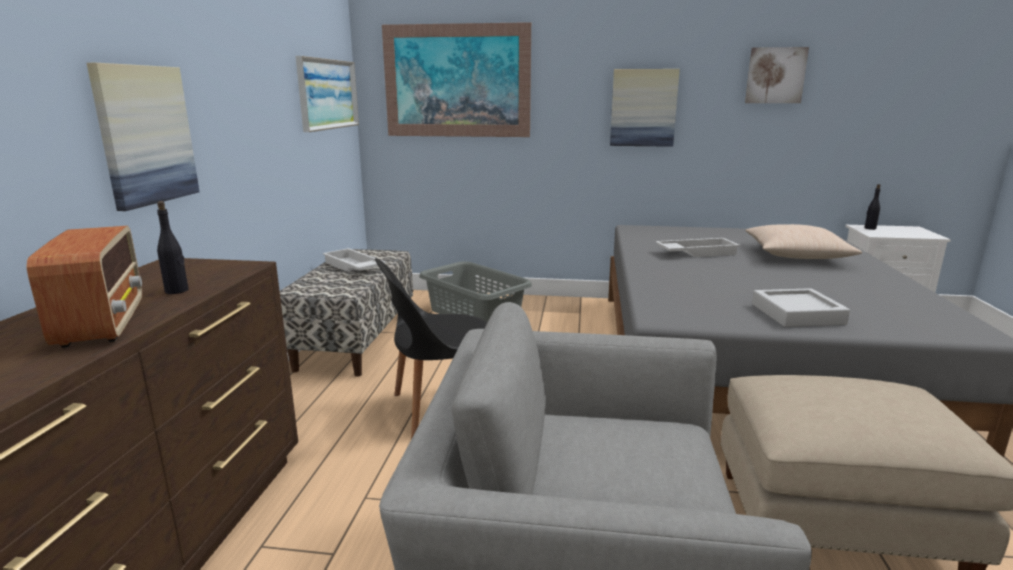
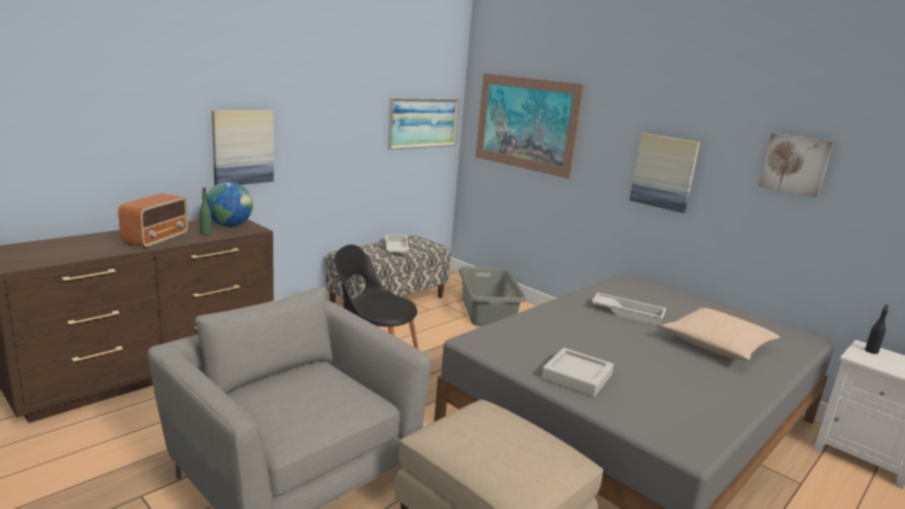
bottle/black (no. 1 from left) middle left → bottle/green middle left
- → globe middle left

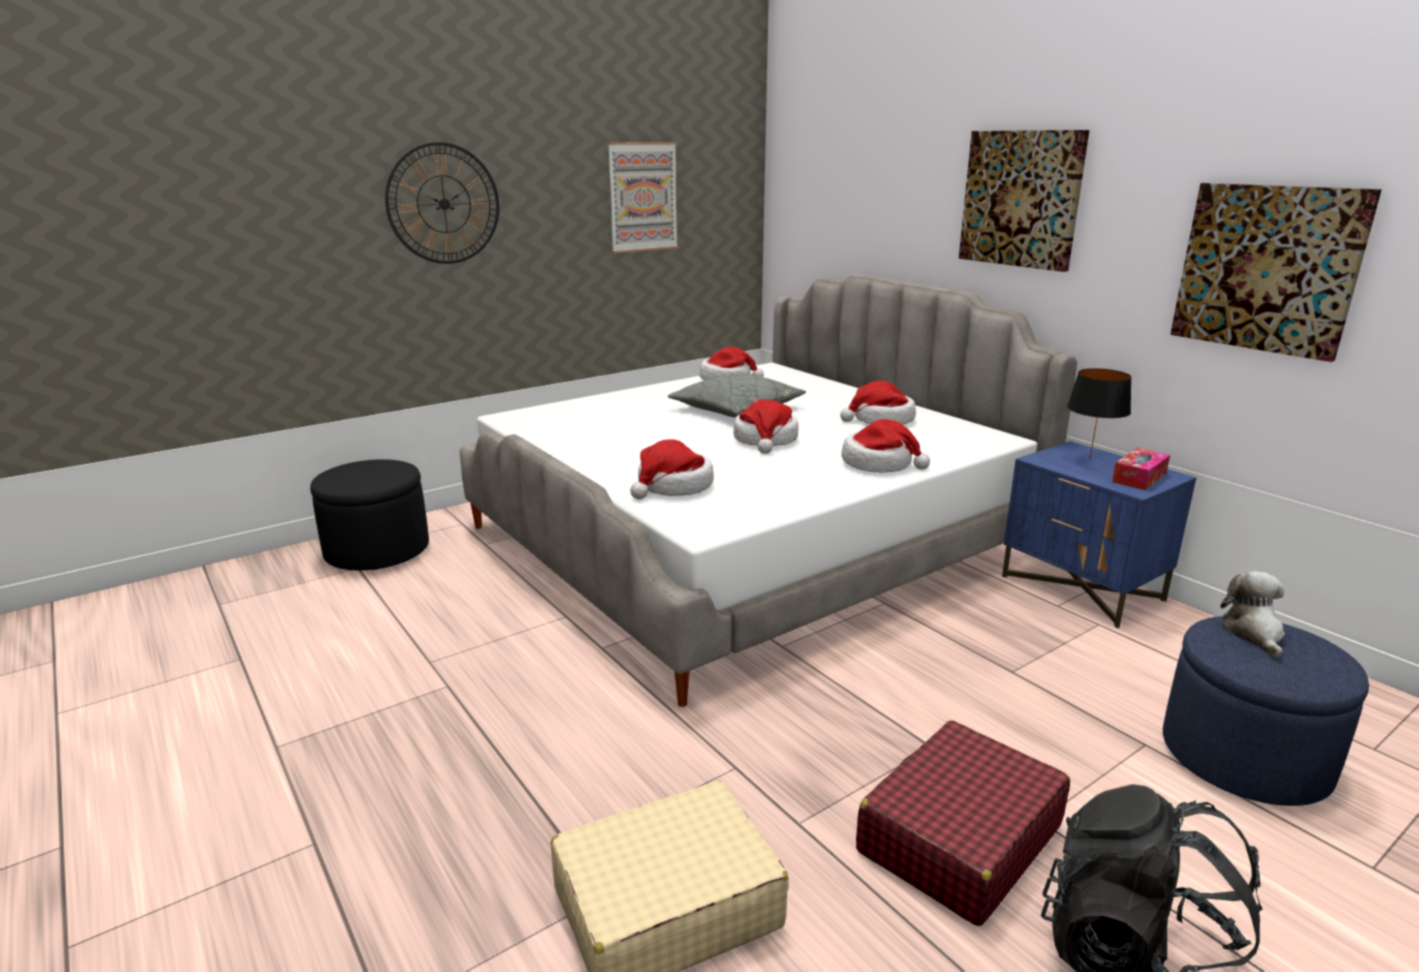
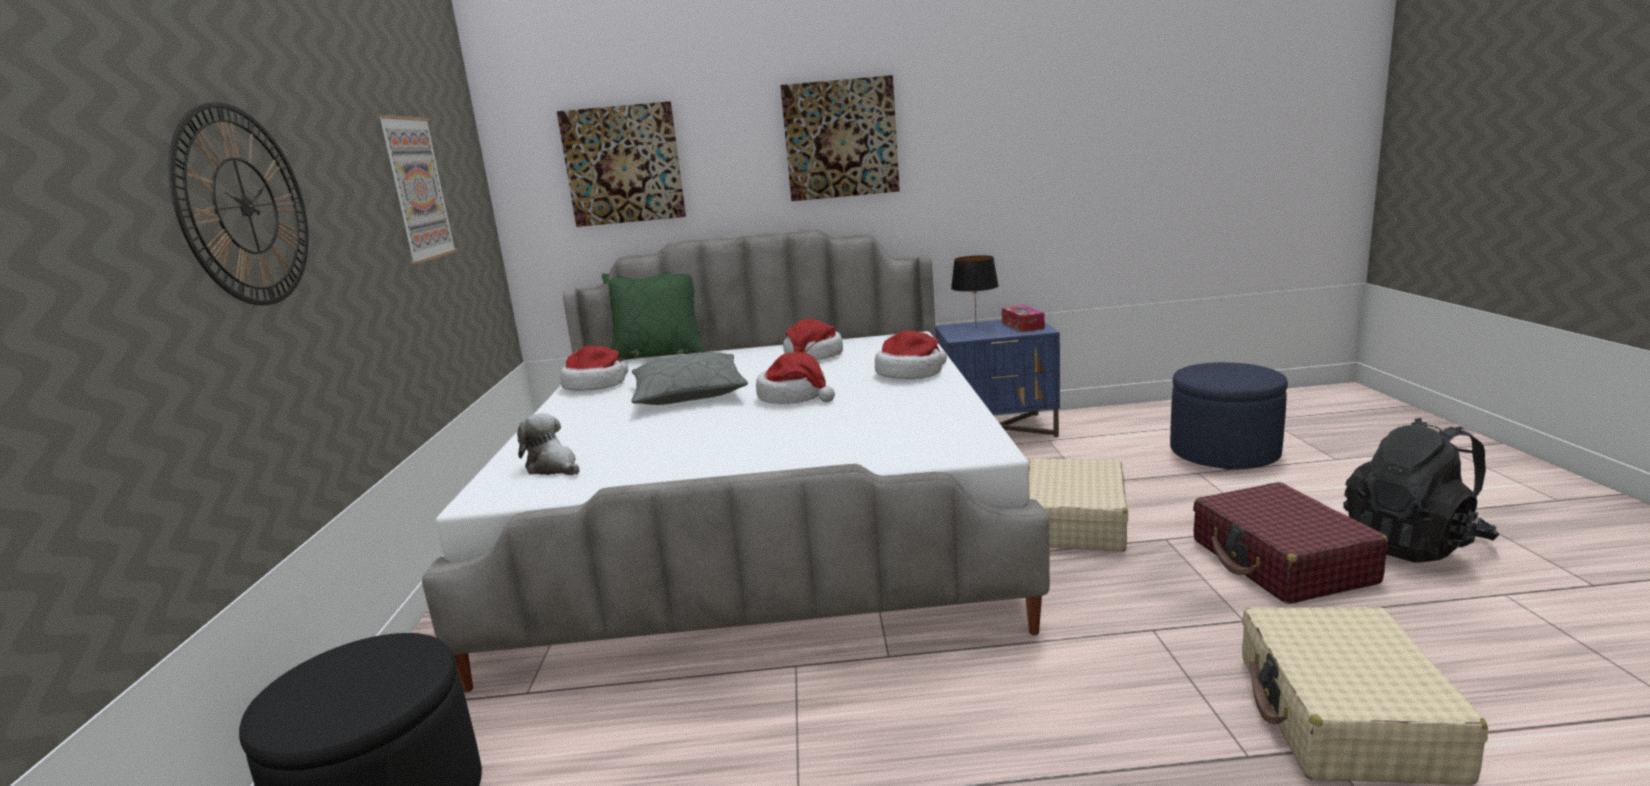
plush toy middle right → plush toy middle left, shifted
picture (no. 3 from left in the first image) top right → picture (no. 2 from left) top centre, shifted
- → pillow/green centre
- → suitcase/beige (no. 1 from left) centre
hat (no. 1 from left) centre → -

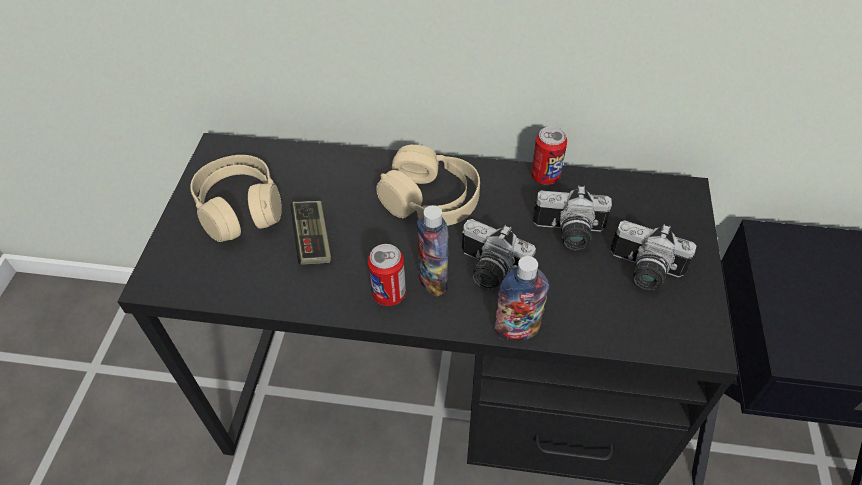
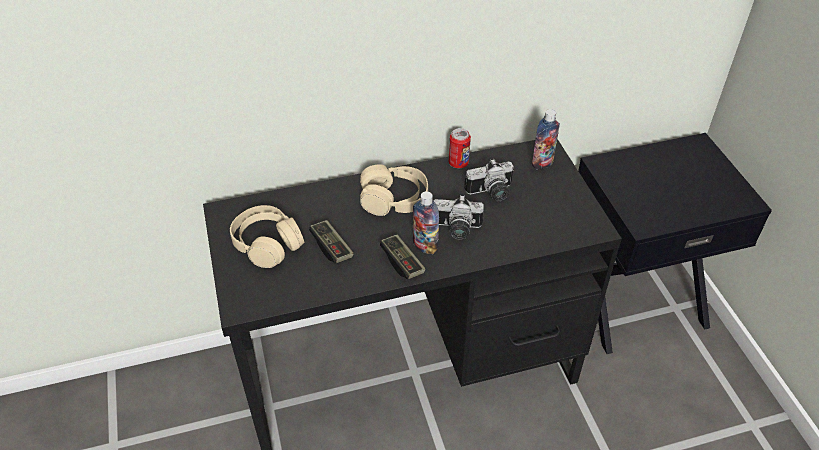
can (no. 1 from left) centre → game controller (no. 2 from left) centre
bottle (no. 2 from left) centre → bottle (no. 2 from left) top right, shifted
photo camera (no. 3 from left) middle right → -

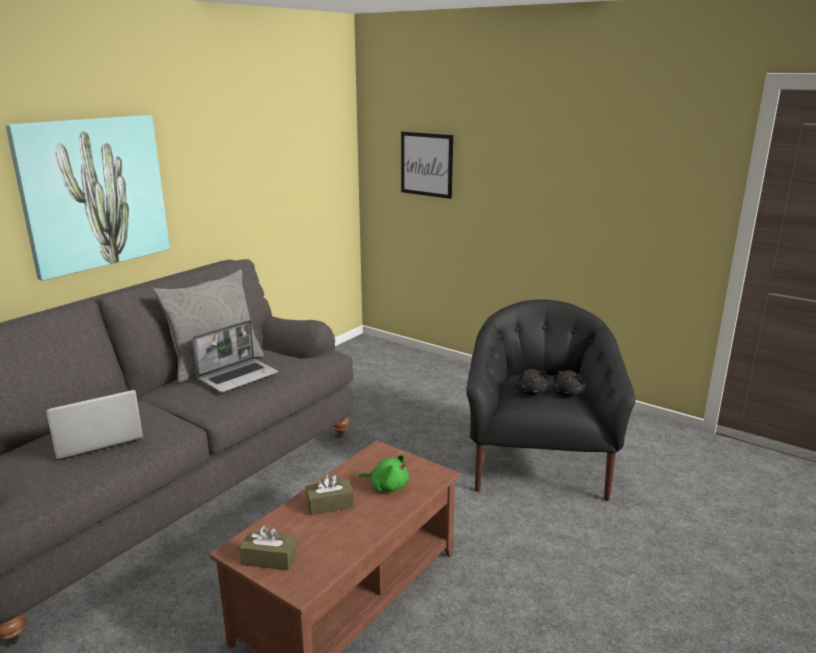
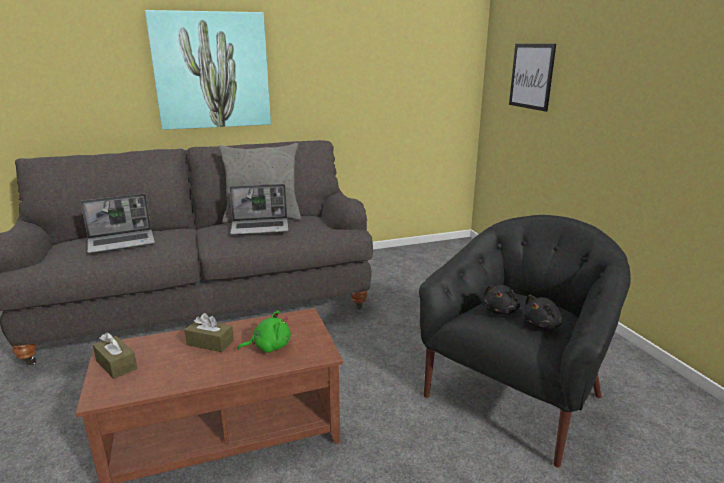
laptop (no. 1 from left) middle left, 150 degrees clockwise
plush toy/green bottom centre, 75 degrees counterclockwise

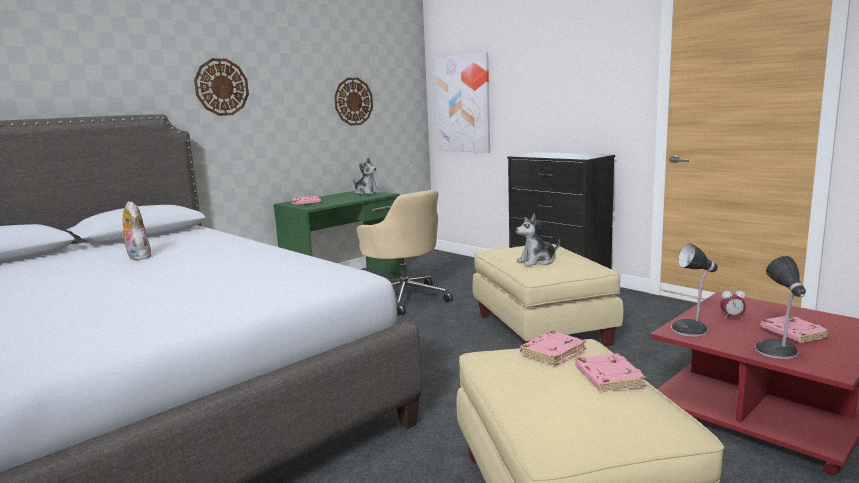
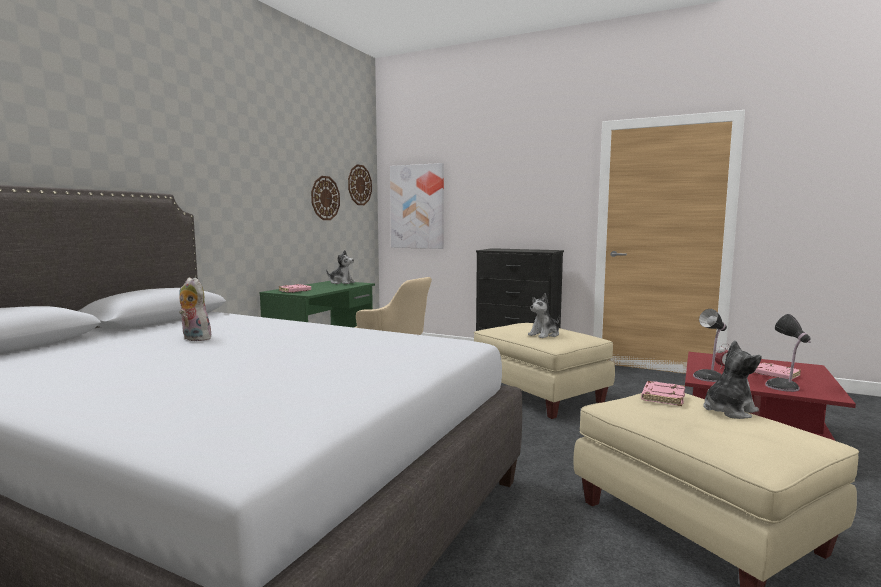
wall clock (no. 1 from left in the first image) top left → wall clock (no. 2 from left) top centre, shifted
book/pink (no. 3 from left) bottom right → plush toy (no. 4 from left) middle right

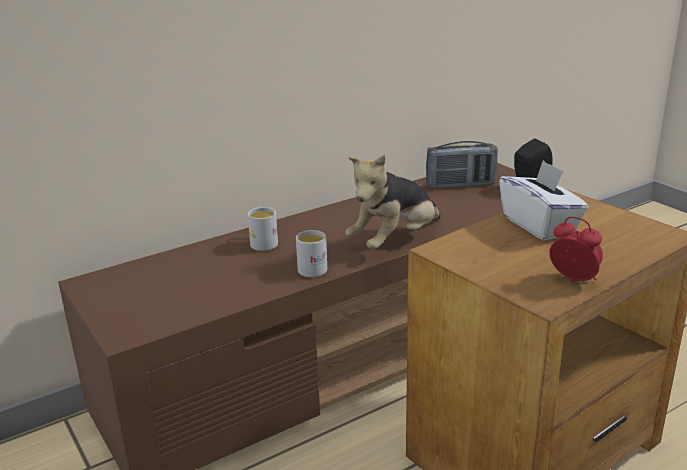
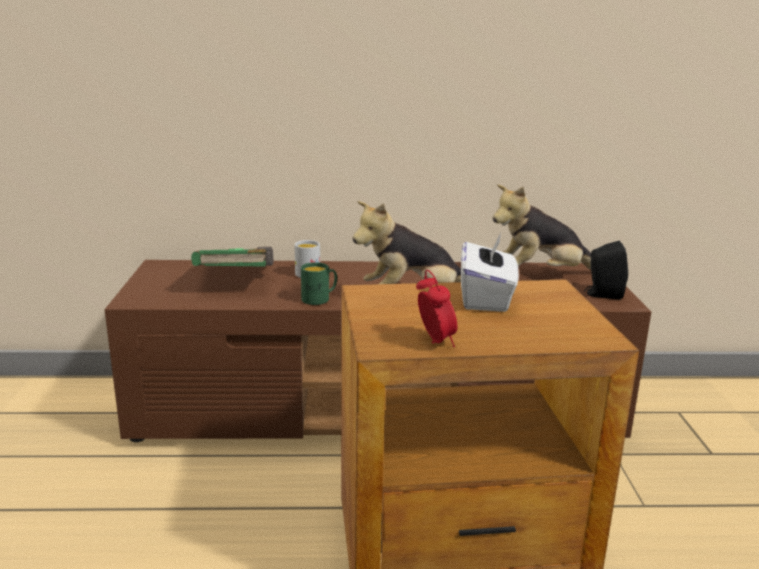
- → book/green middle left
mug/white (no. 2 from left) centre → mug/green centre
radio middle right → plush toy (no. 2 from left) middle right

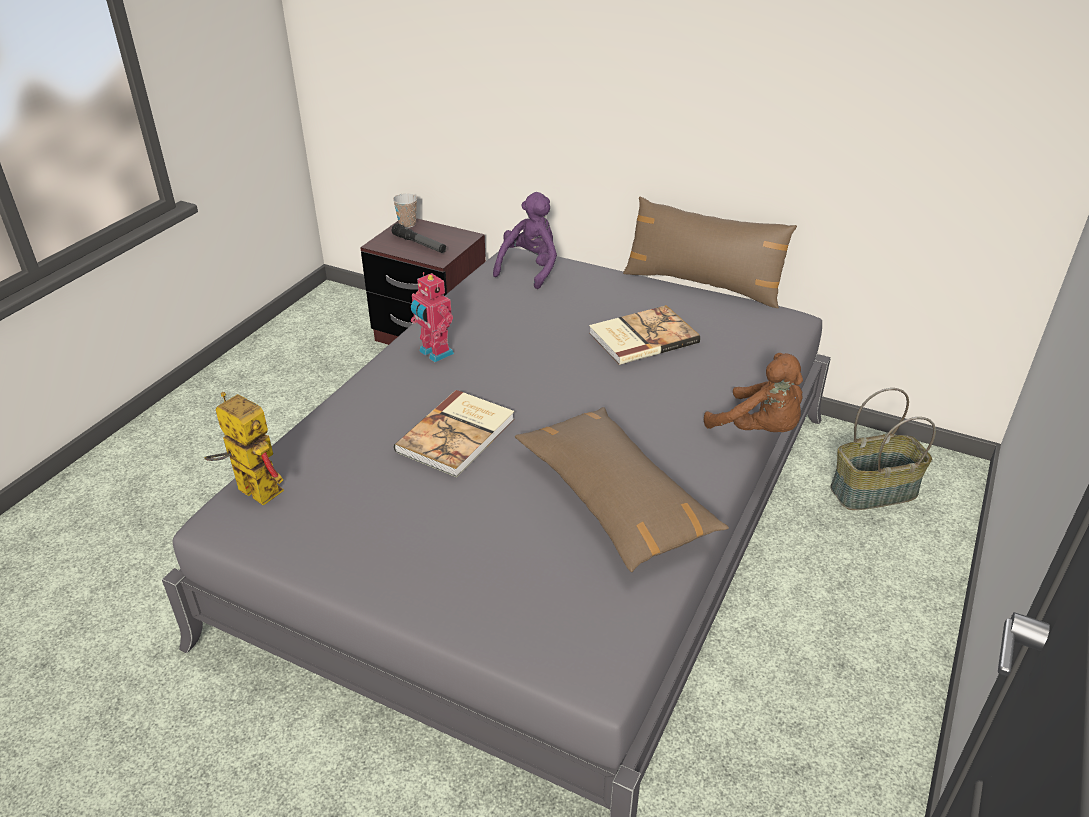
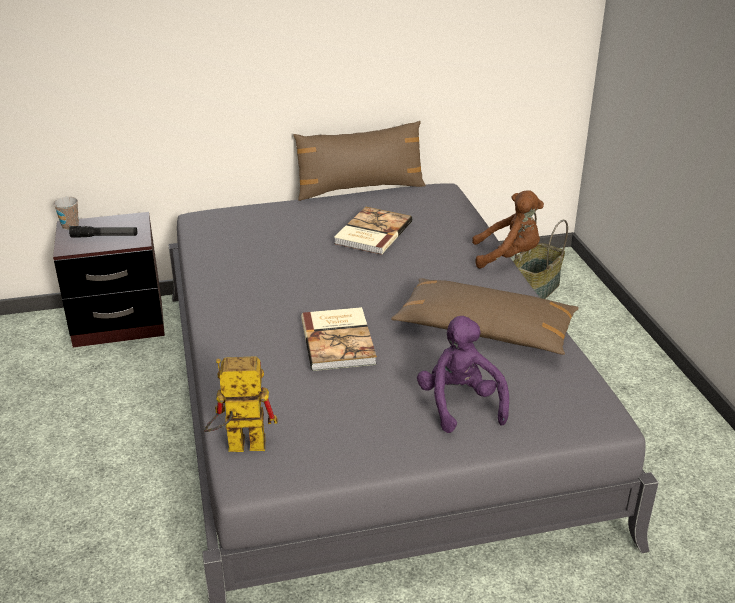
plush toy/purple top centre → plush toy/purple centre, shifted
toy robot (no. 2 from left) centre → -

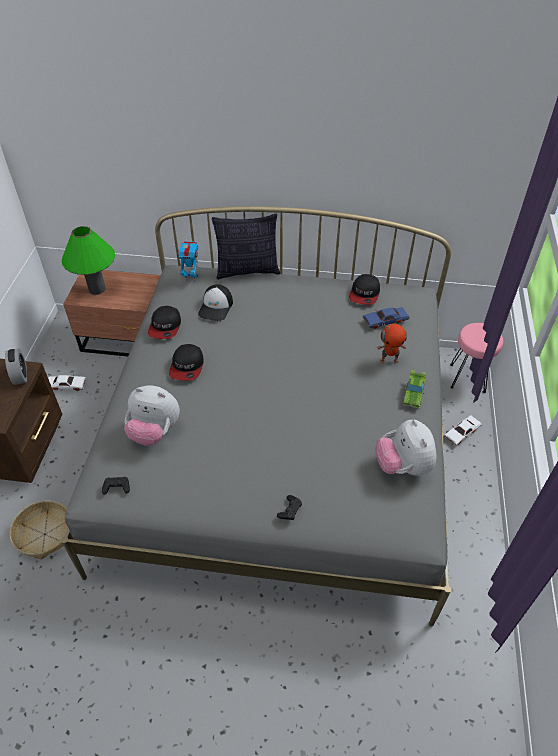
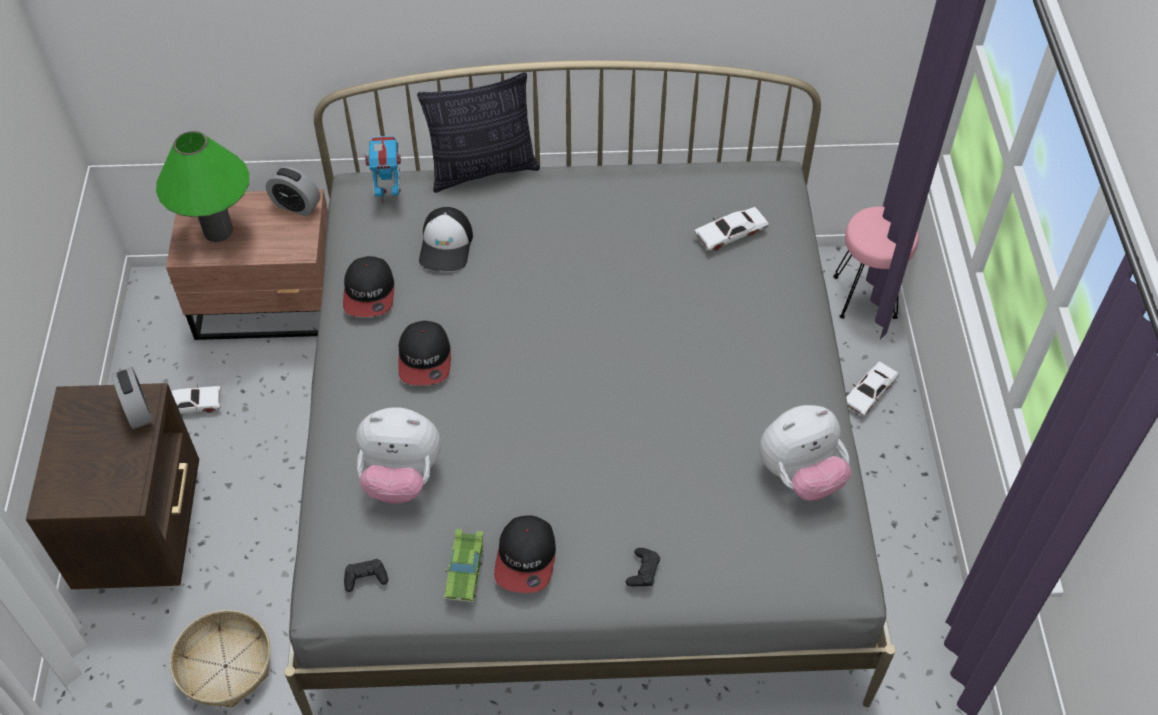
- → alarm clock (no. 2 from left) top left
toy car/green middle right → toy car/green bottom centre, shifted
cap (no. 4 from left) centre → cap (no. 4 from left) bottom centre, shifted
toy car/blue middle right → toy car/white (no. 2 from left) top centre
plush toy (no. 2 from left) middle right, 90 degrees counterclockwise
toy robot (no. 2 from left) middle right → -

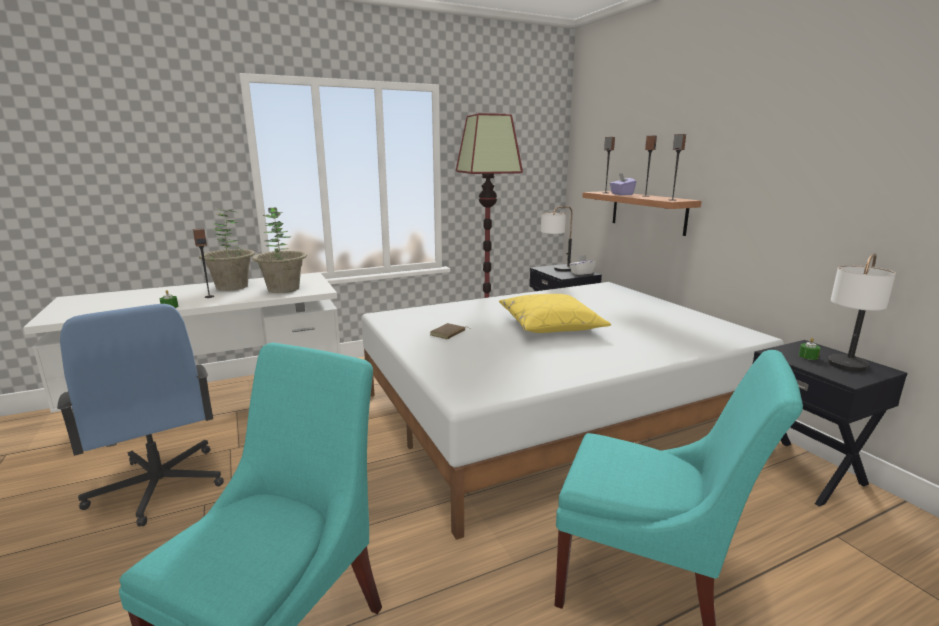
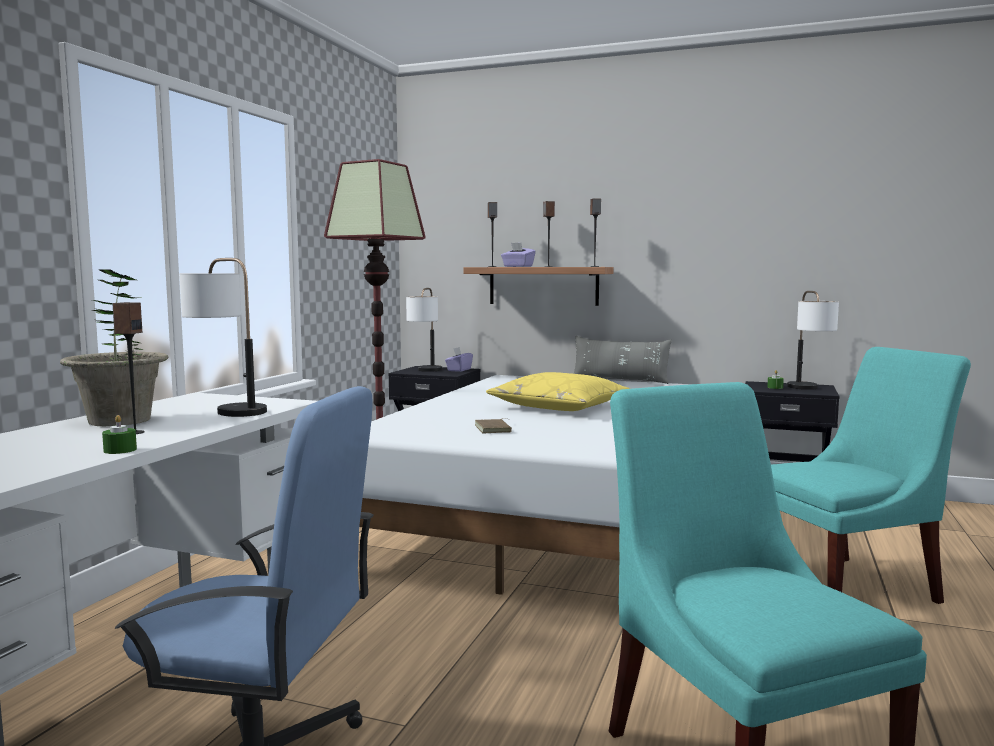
potted plant (no. 2 from left) middle left → table lamp (no. 1 from left) middle left
tissue box/white centre → tissue box/purple (no. 1 from left) centre
- → pillow/grey centre

